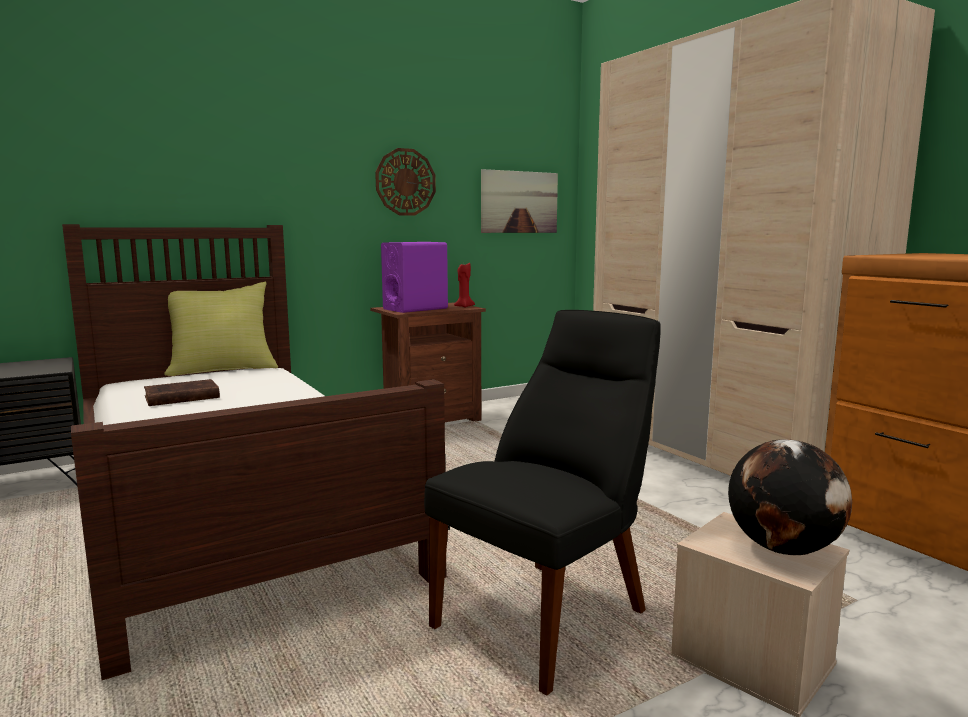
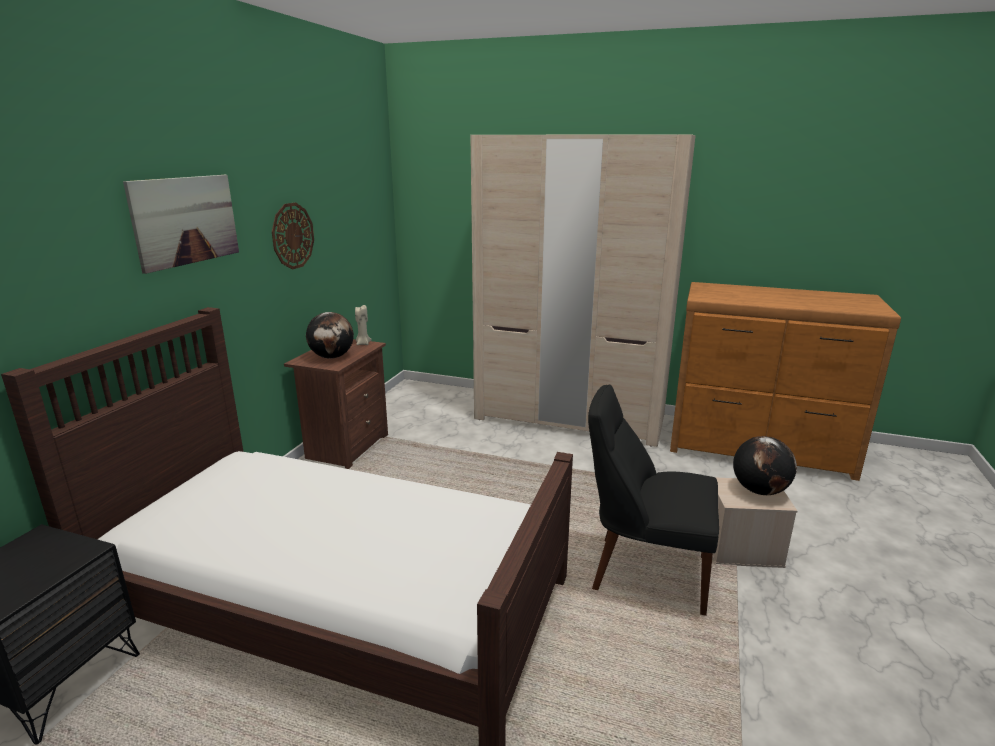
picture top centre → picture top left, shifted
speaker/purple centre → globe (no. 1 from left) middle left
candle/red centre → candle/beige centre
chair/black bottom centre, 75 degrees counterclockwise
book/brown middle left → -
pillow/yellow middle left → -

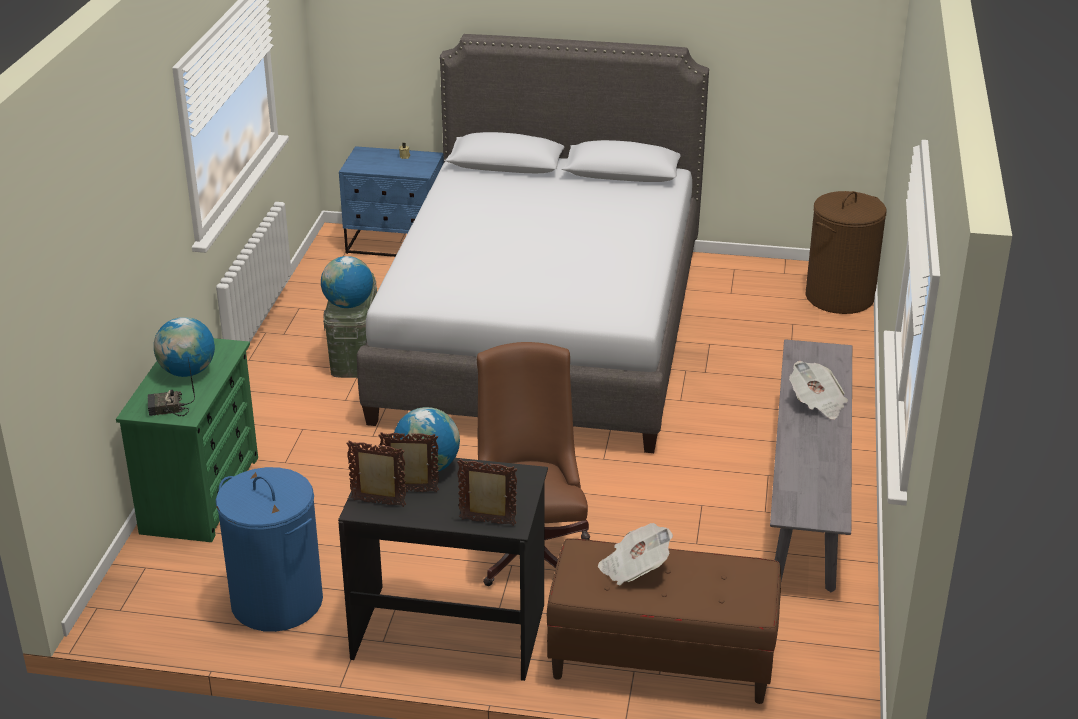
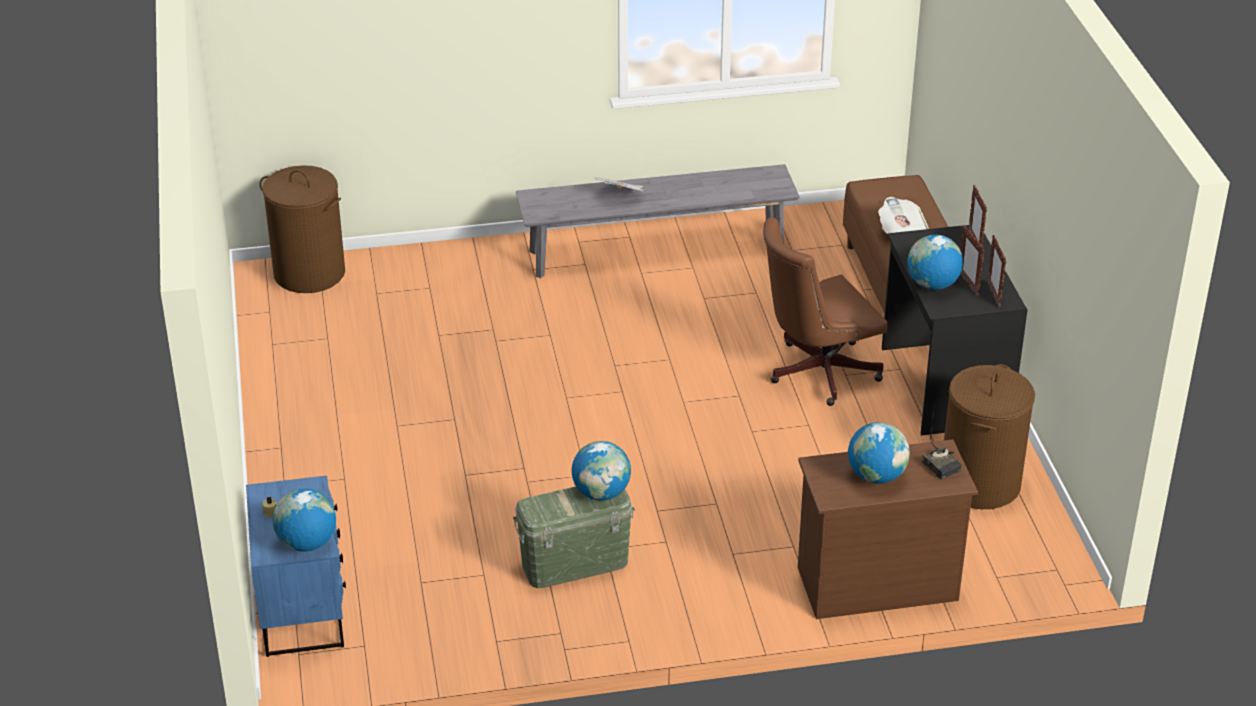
- → globe (no. 1 from left) bottom left
dresser/green middle left → dresser/brown bottom right
laundry basket/blue bottom left → laundry basket/brown (no. 2 from left) middle right
bed/grey centre → -

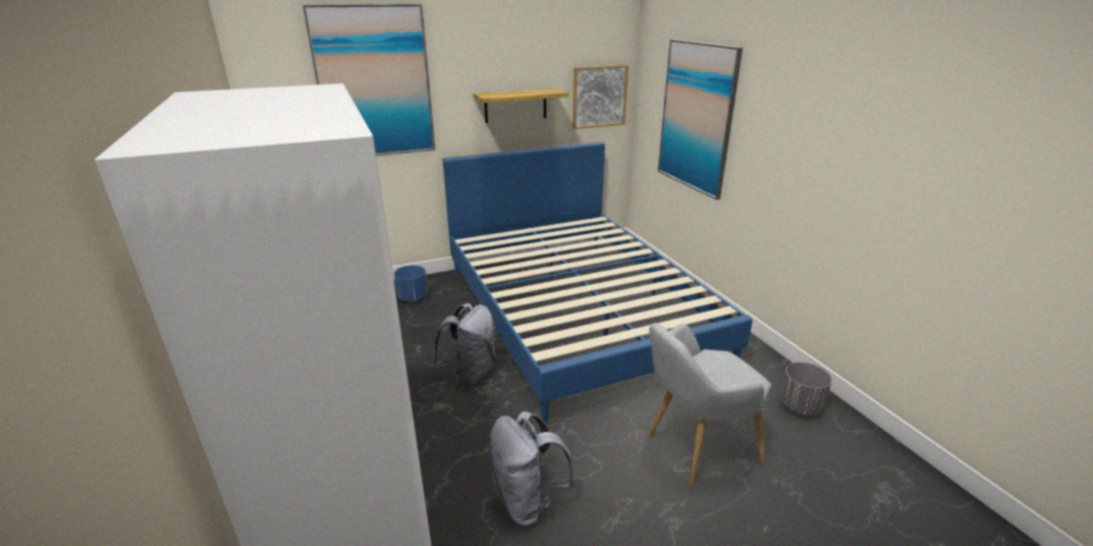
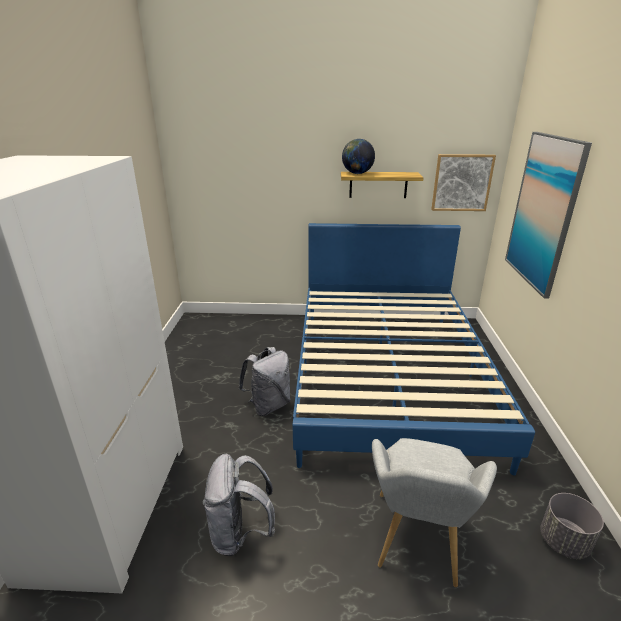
- → globe top centre
armchair/grey bottom centre → armchair/grey bottom right, 75 degrees counterclockwise
picture (no. 1 from left) top centre → -
planter/blue centre → -

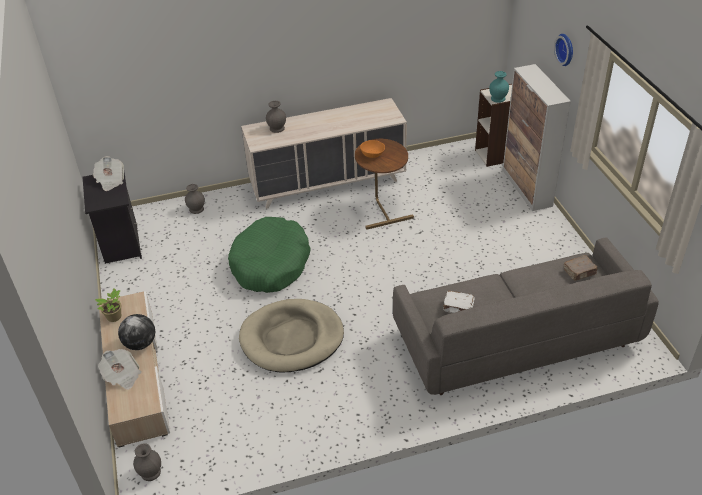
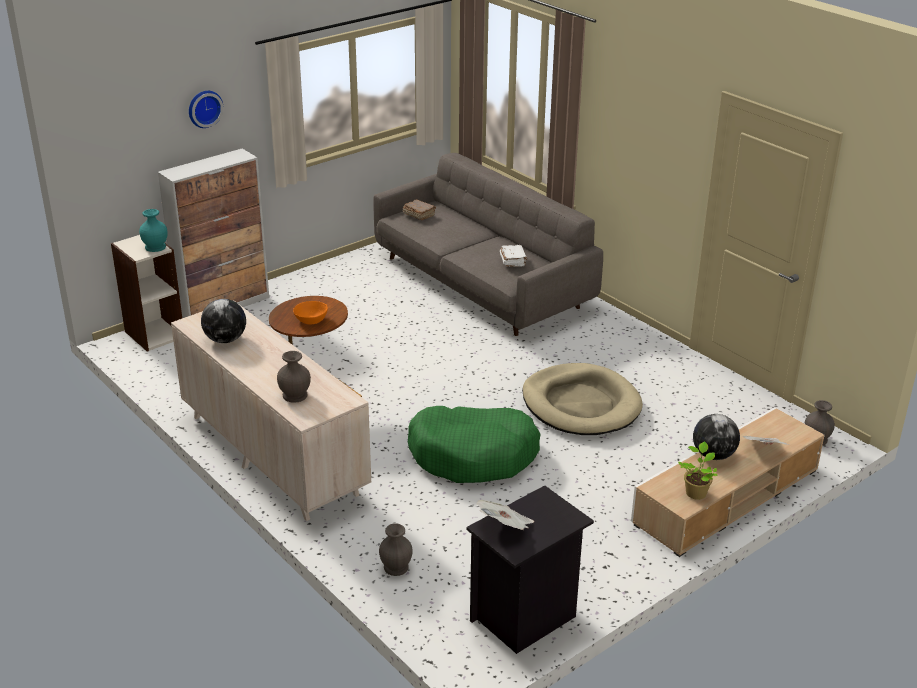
- → globe (no. 1 from left) middle left

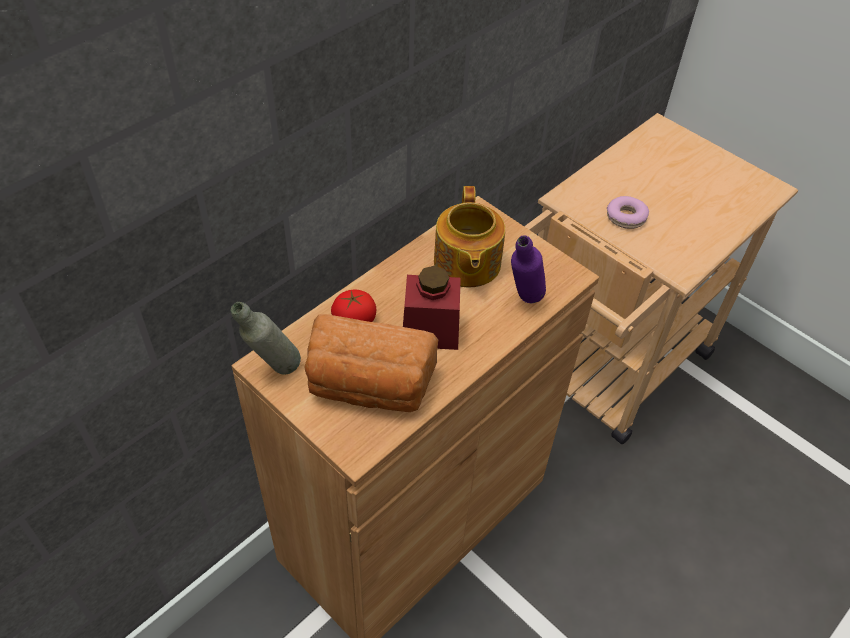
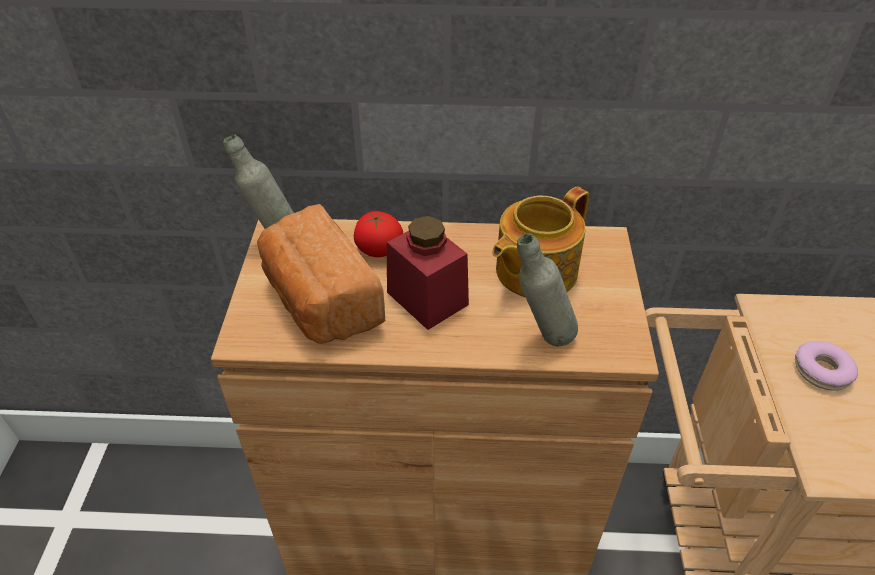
bottle/purple centre → bottle/grey (no. 2 from left) centre

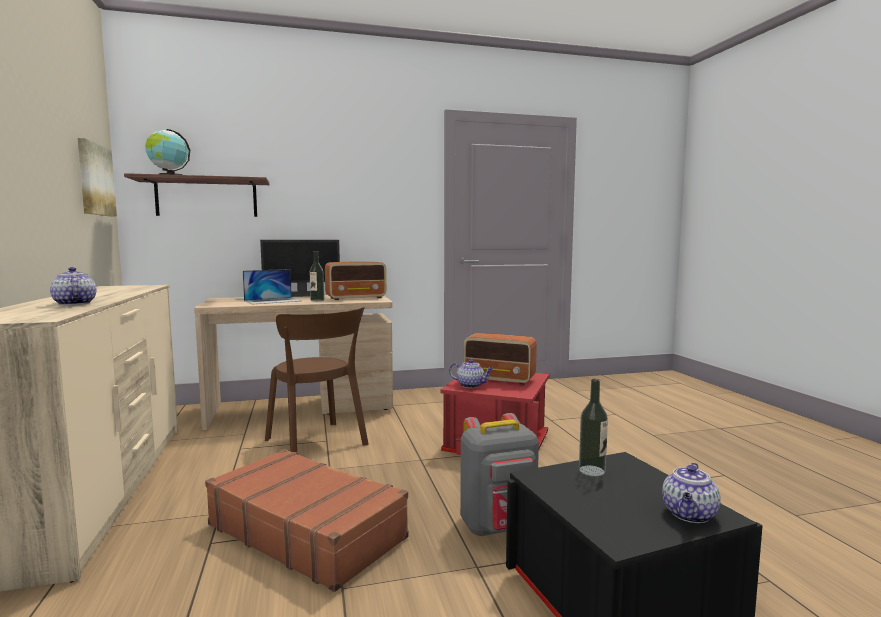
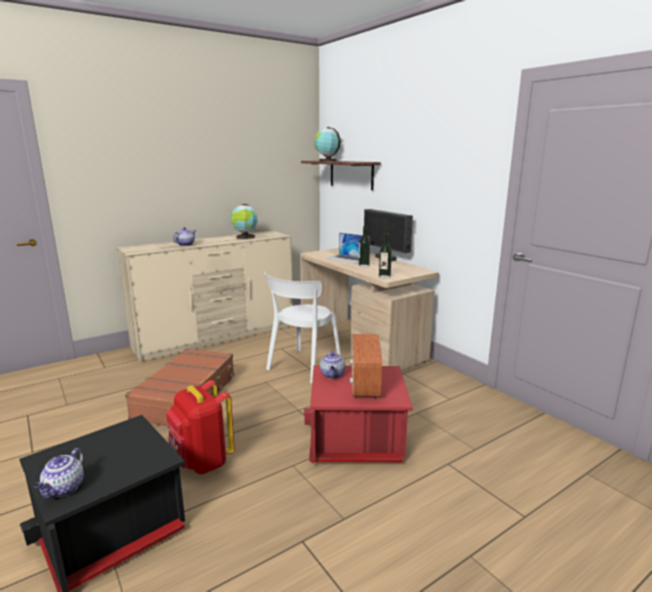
teapot (no. 3 from left in the first image) bottom right → teapot (no. 1 from left) bottom left, 90 degrees counterclockwise
backpack/grey bottom centre → backpack/red bottom left
- → globe (no. 1 from left) centre
chair/brown centre → chair/white centre
bottle (no. 2 from left) bottom right → bottle (no. 2 from left) centre, shifted
picture top left → -
radio (no. 1 from left) centre → -

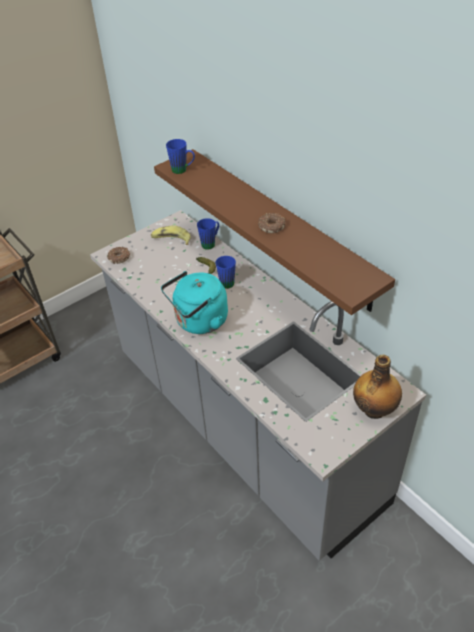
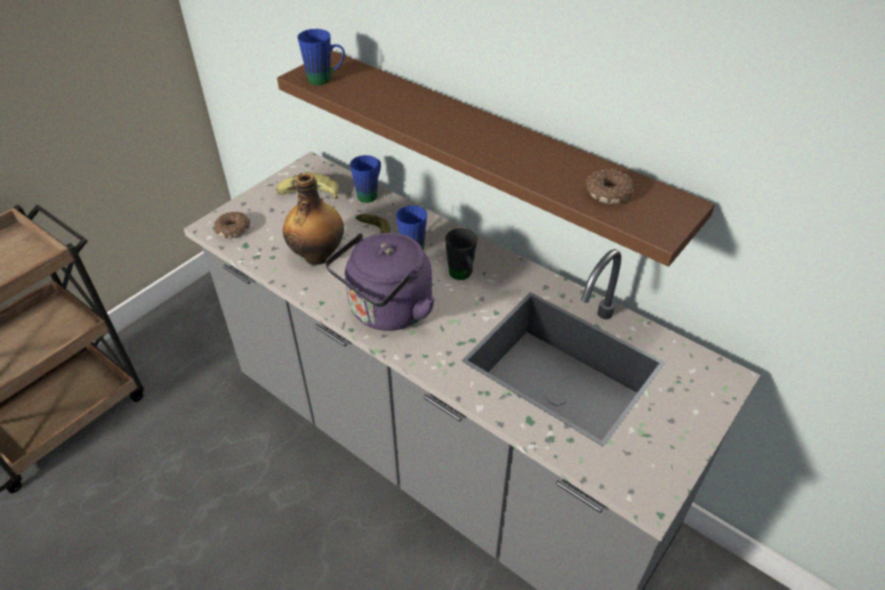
bottle middle right → bottle centre, shifted
kettle/turquoise centre → kettle/purple centre
- → mug/black centre
donut (no. 2 from left) centre → donut (no. 2 from left) top right, shifted

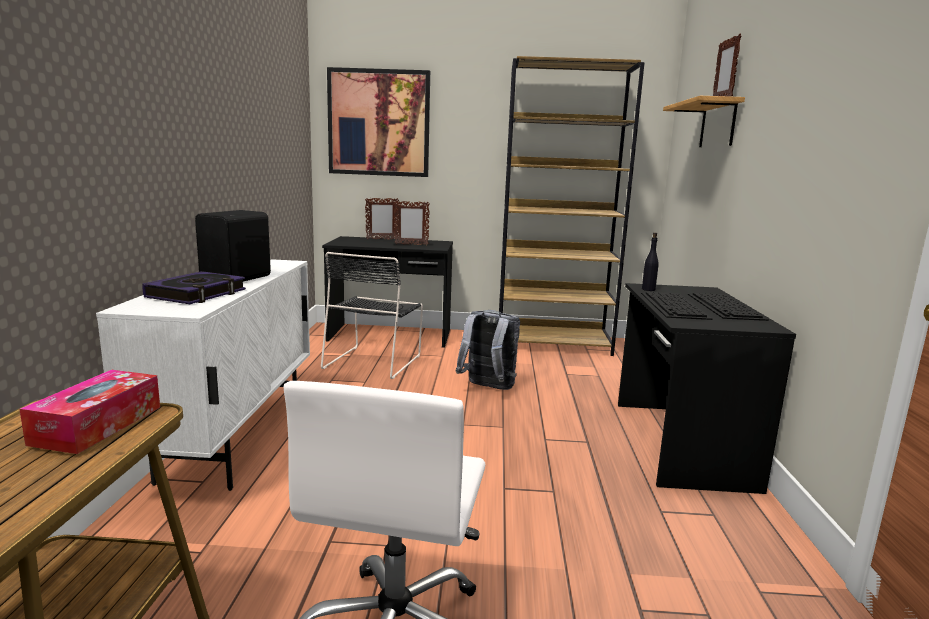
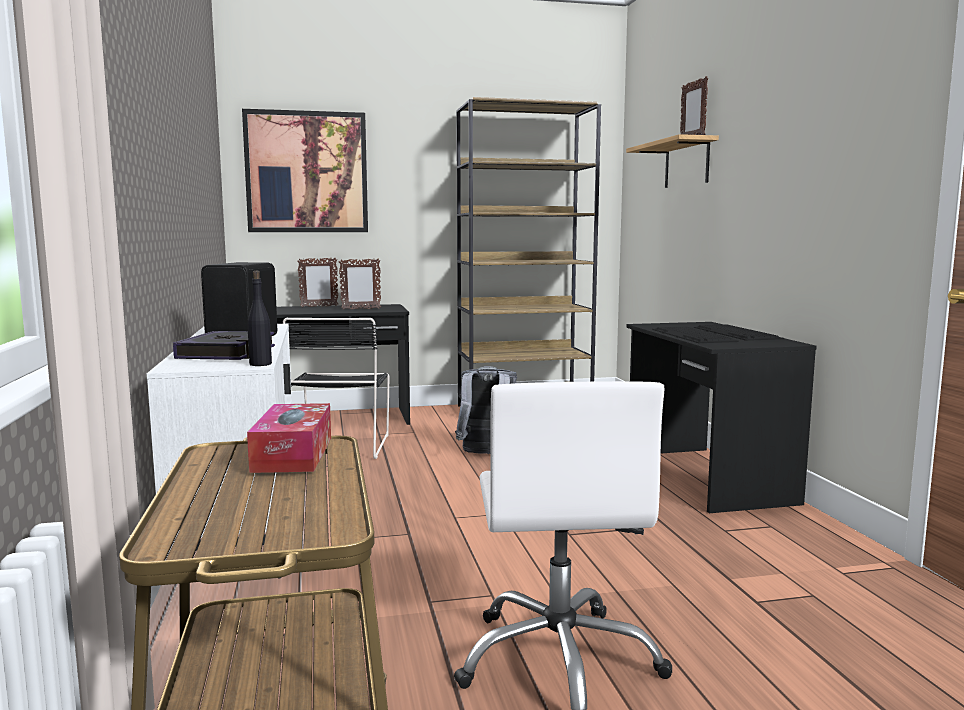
bottle/black middle right → bottle/black middle left, shifted

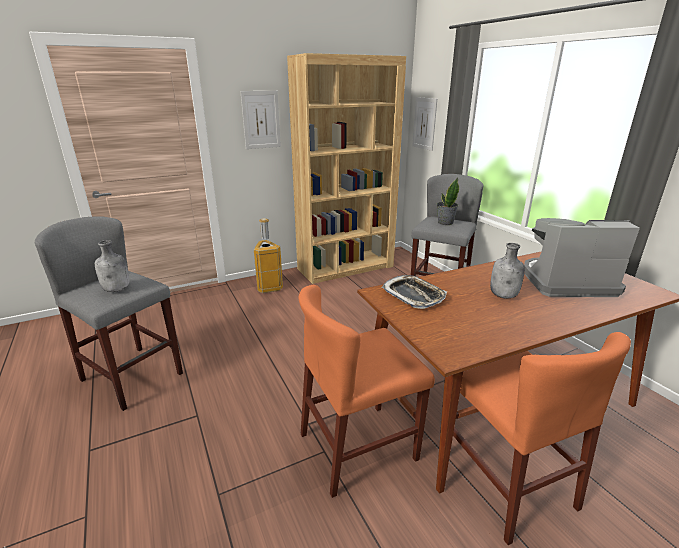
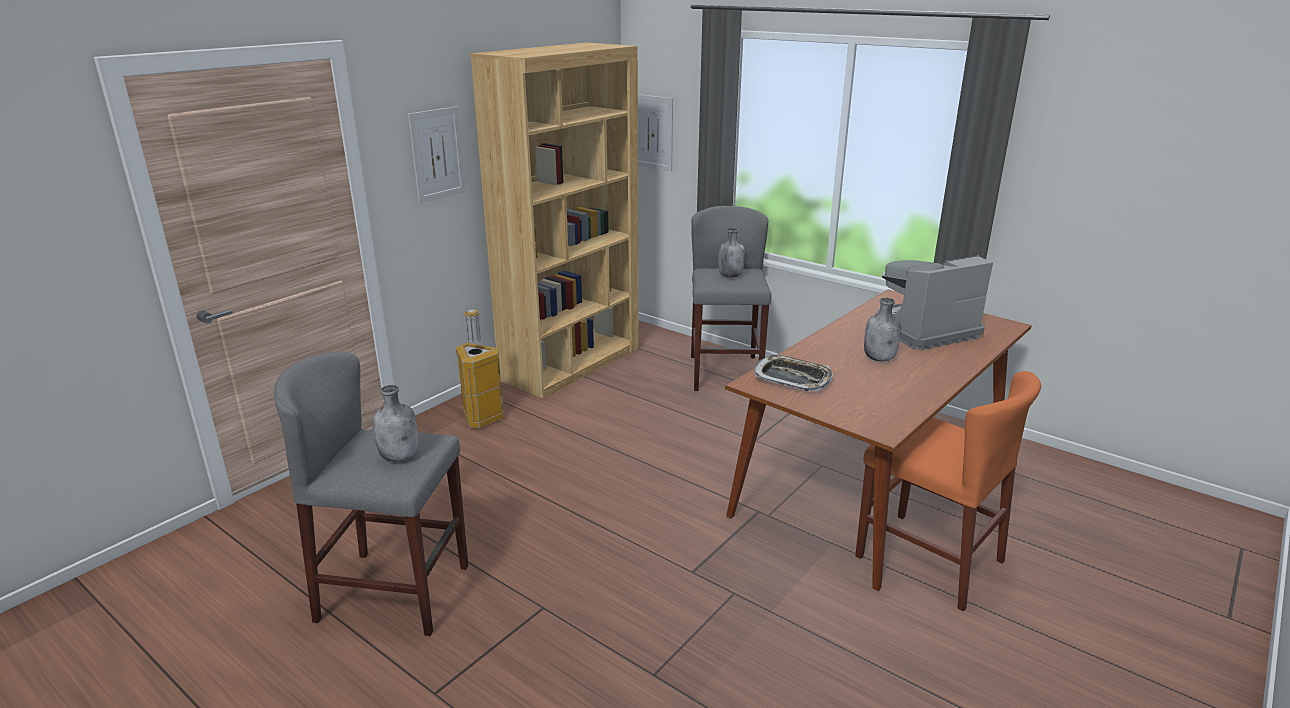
potted plant centre → bottle/grey (no. 2 from left) centre
chair/orange (no. 1 from left) bottom centre → -

